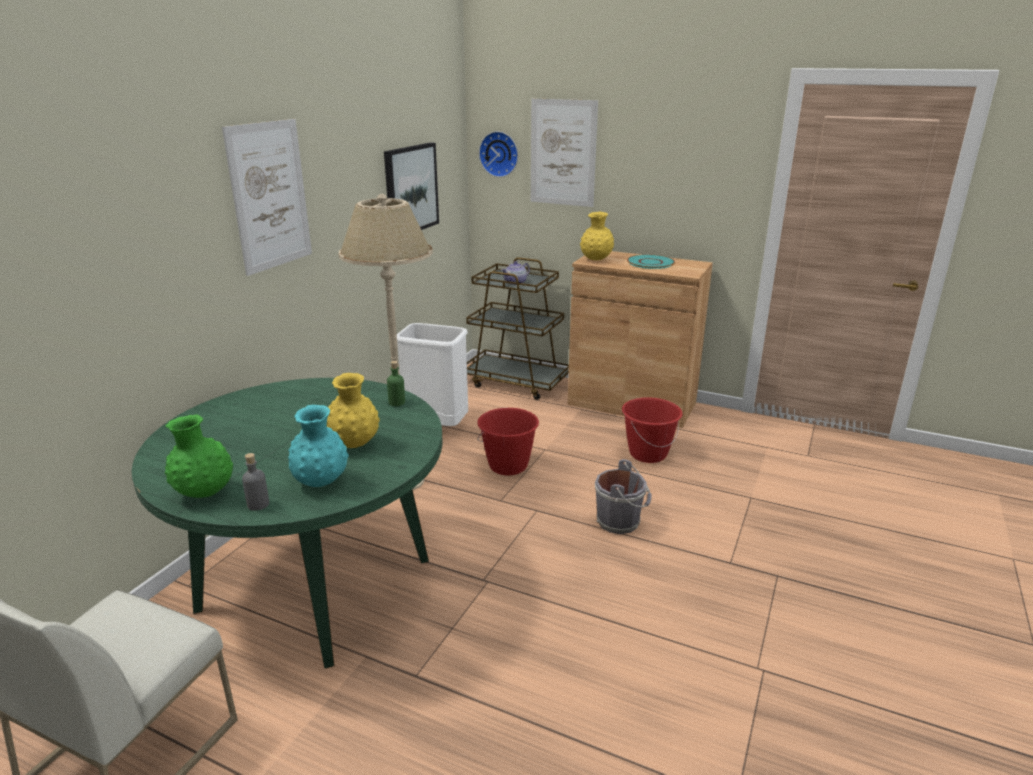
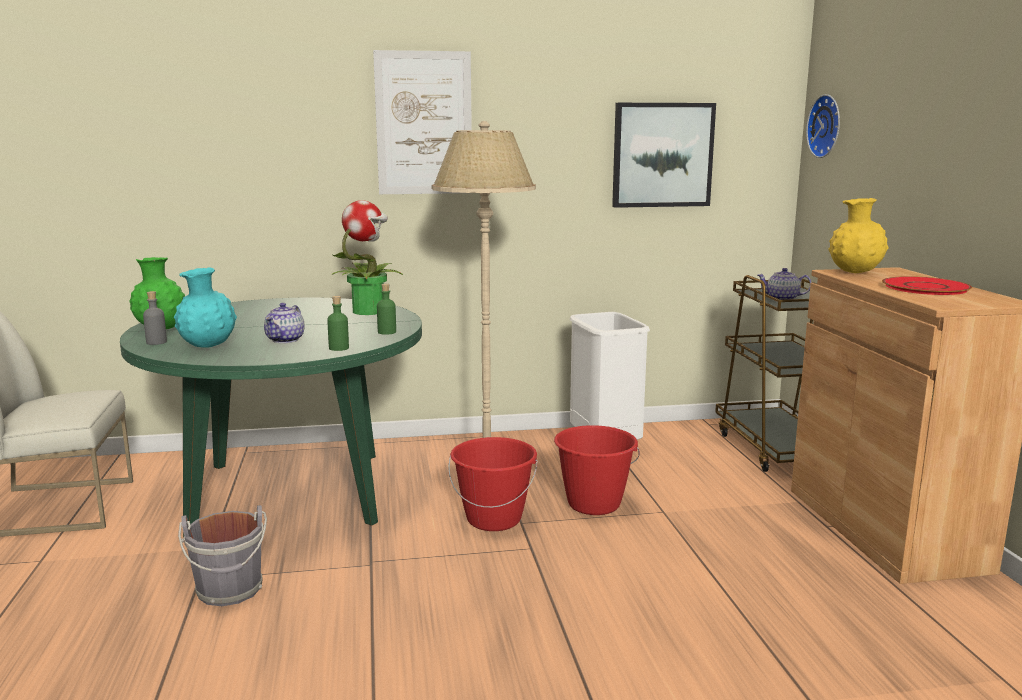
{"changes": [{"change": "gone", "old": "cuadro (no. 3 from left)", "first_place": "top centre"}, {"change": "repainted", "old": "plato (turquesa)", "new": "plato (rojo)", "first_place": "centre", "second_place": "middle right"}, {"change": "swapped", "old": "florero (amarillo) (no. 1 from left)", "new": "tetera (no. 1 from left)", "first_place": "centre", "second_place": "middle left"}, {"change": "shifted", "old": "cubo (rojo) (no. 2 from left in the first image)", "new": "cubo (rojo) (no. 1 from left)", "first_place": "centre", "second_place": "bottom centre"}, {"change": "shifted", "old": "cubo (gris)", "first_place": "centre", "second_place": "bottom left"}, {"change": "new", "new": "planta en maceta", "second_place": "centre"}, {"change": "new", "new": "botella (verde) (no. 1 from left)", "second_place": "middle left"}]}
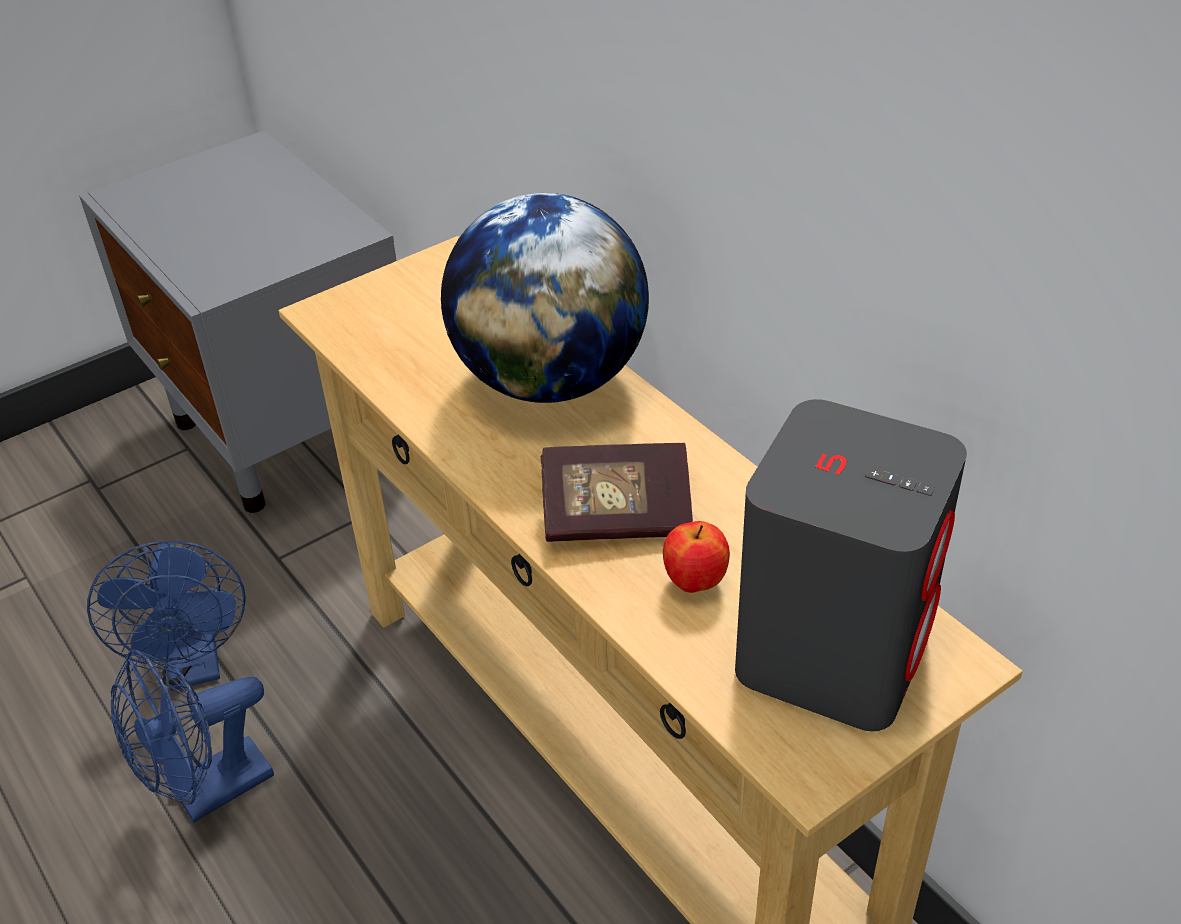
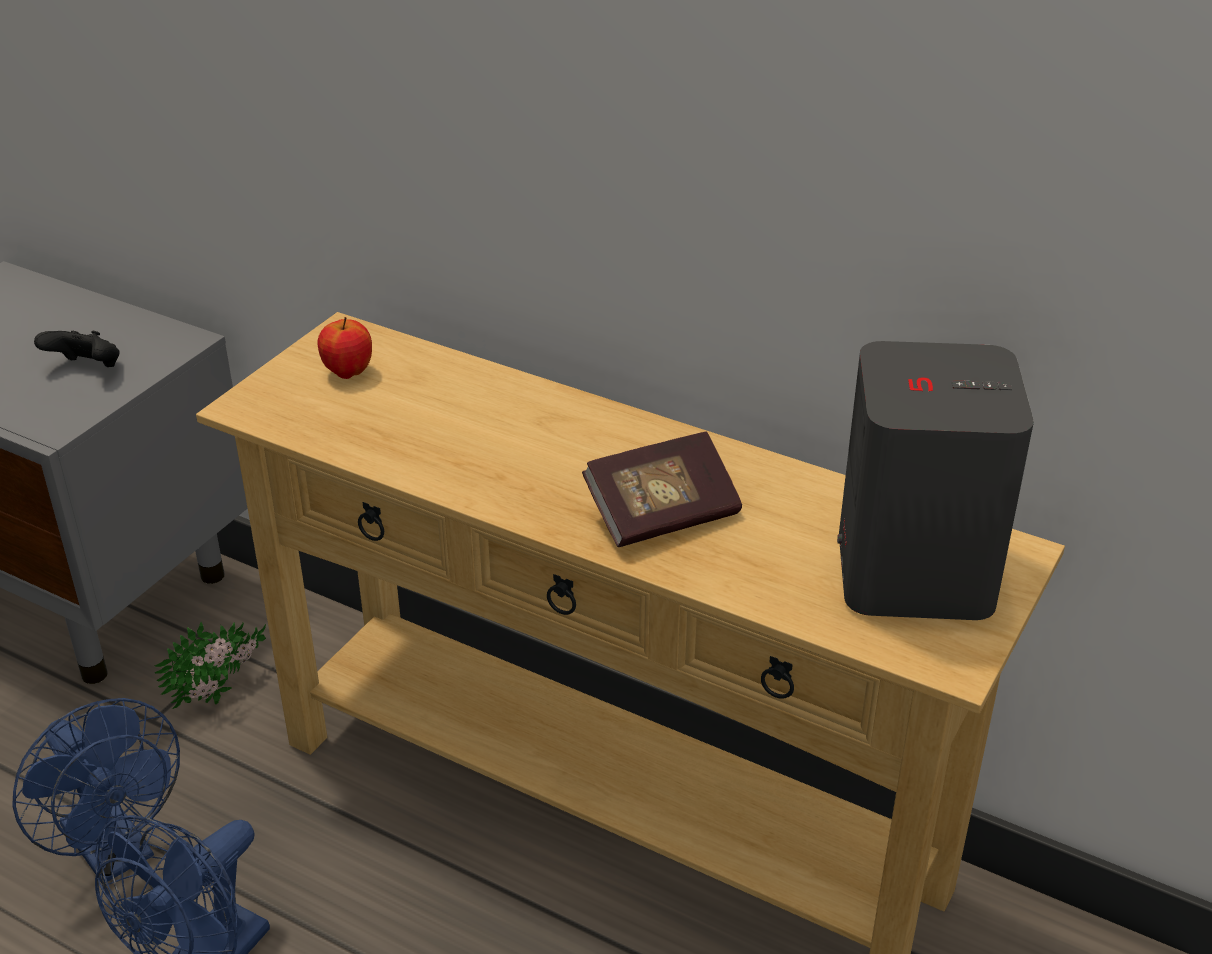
{"changes": [{"change": "gone", "old": "globo terráqueo", "first_place": "top centre"}, {"change": "shifted", "old": "manzana", "first_place": "centre", "second_place": "middle left"}, {"change": "new", "new": "mando de consola (negro)", "second_place": "middle left"}, {"change": "new", "new": "planta en maceta", "second_place": "bottom left"}]}
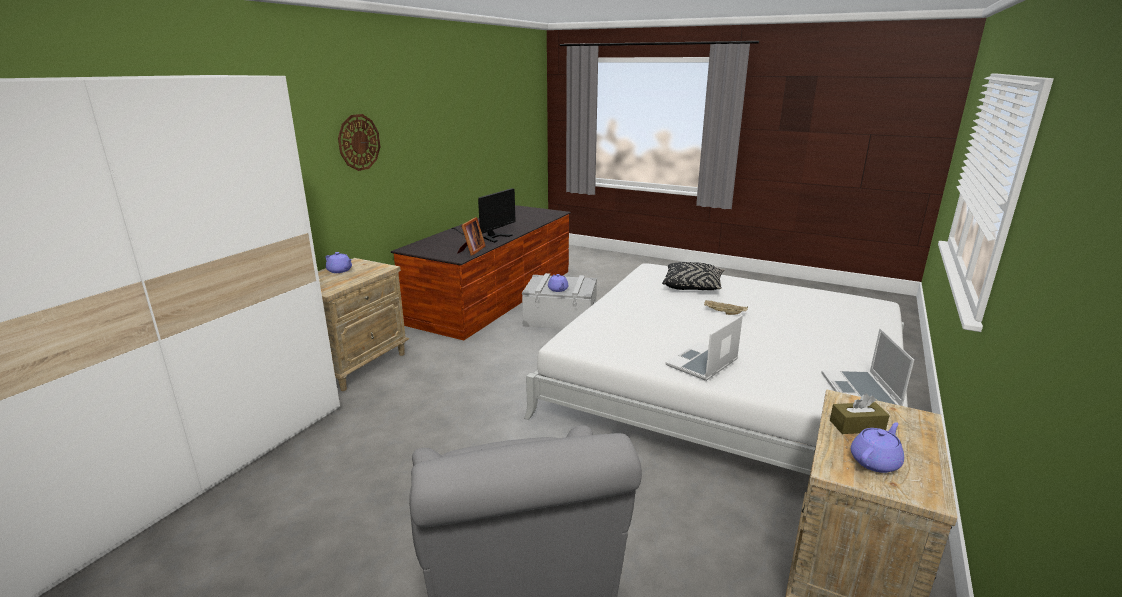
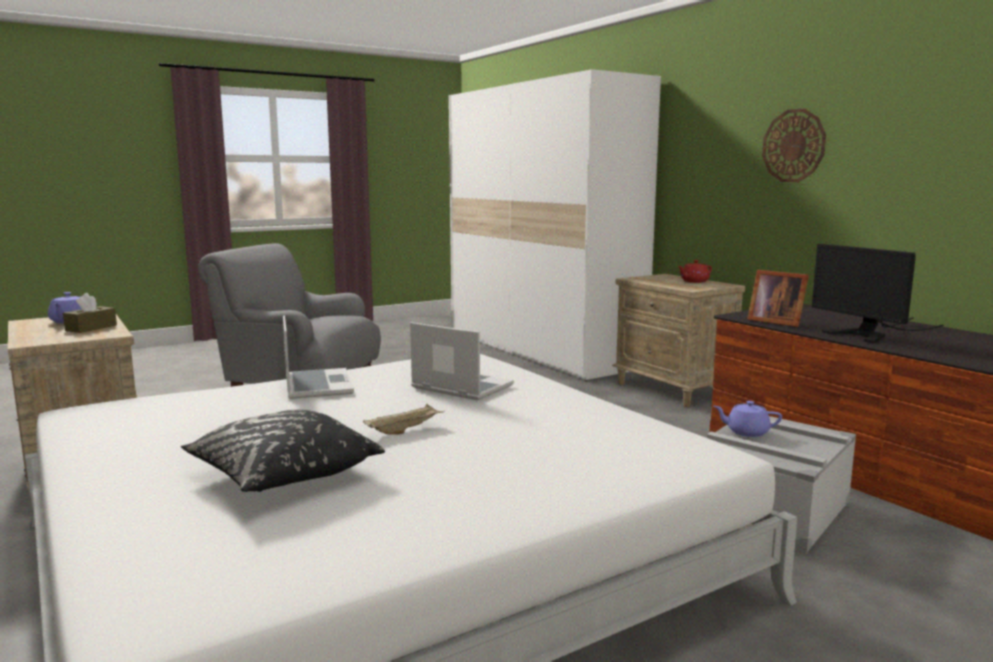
{"changes": [{"change": "repainted", "old": "tetera (morado) (no. 1 from left)", "new": "tetera (rojo)", "first_place": "middle left", "second_place": "middle right"}, {"change": "shifted", "old": "cojín (negro)", "first_place": "centre", "second_place": "bottom left"}, {"change": "shifted", "old": "portátil (no. 2 from left)", "first_place": "middle right", "second_place": "centre"}]}
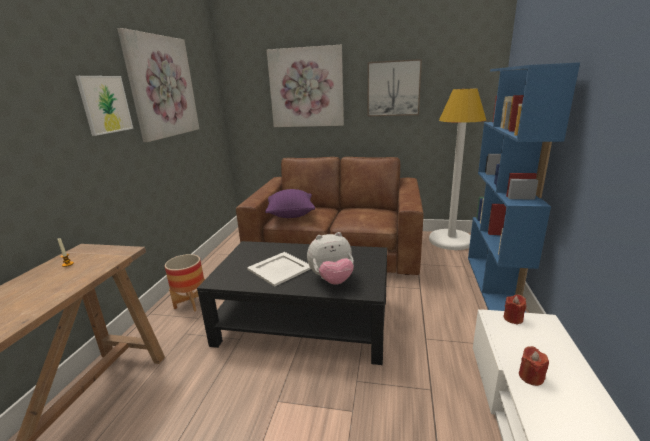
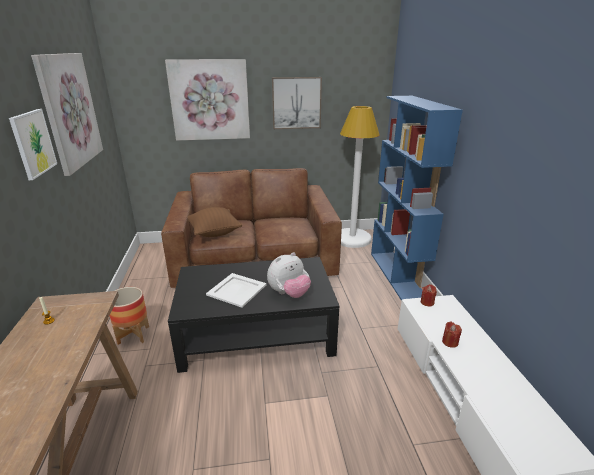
{"changes": [{"change": "repainted", "old": "cojín (morado)", "new": "cojín (marrón)", "first_place": "centre", "second_place": "centre"}]}
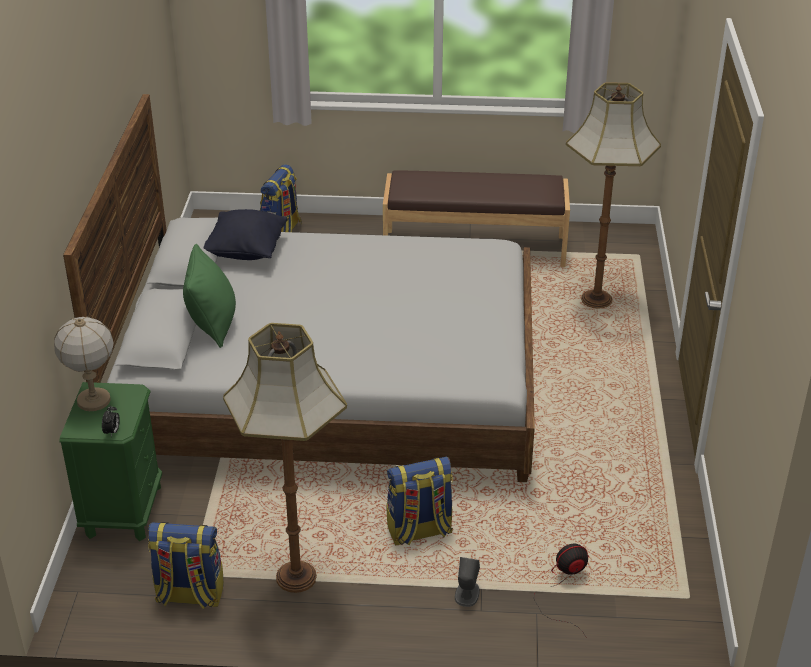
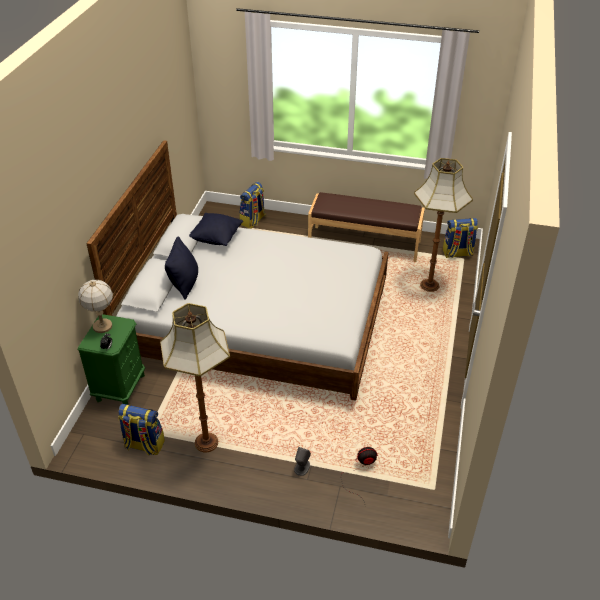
{"changes": [{"change": "repainted", "old": "cojín (verde)", "new": "cojín (negro) (no. 1 from left)", "first_place": "middle left", "second_place": "middle left"}, {"change": "shifted", "old": "mochila (no. 3 from left)", "first_place": "bottom centre", "second_place": "middle right"}]}
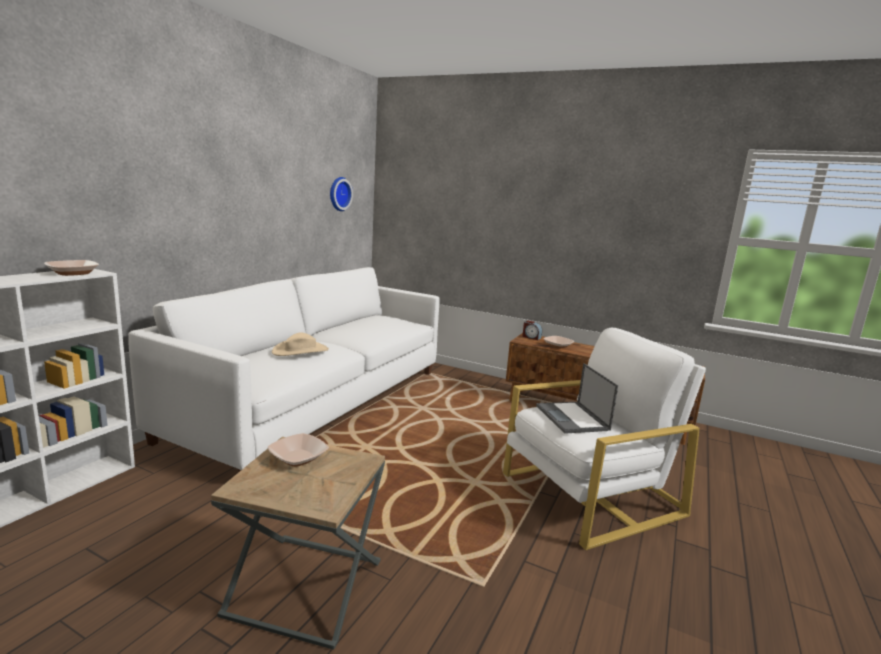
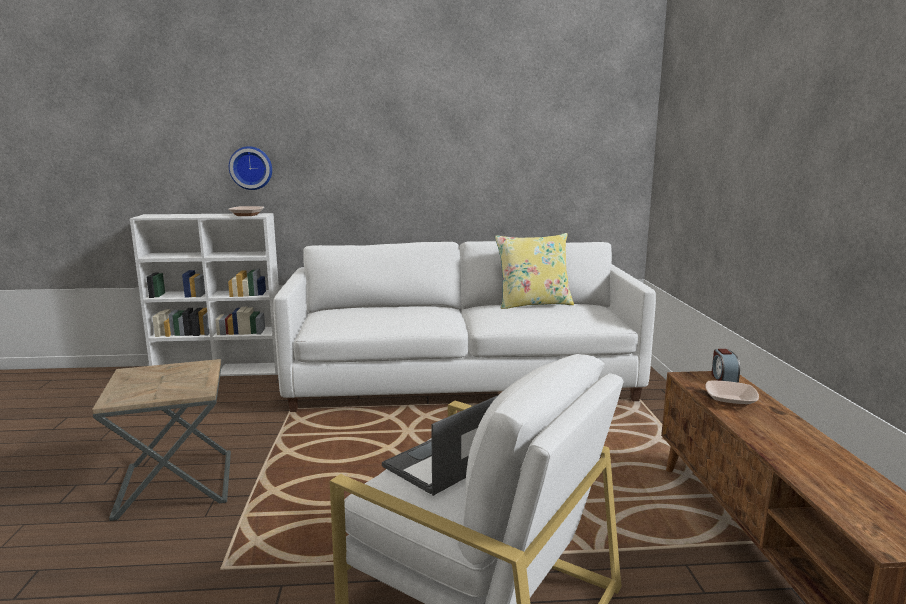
{"changes": [{"change": "shifted", "old": "reloj de pared", "first_place": "top centre", "second_place": "top left"}, {"change": "gone", "old": "sombrero (beis)", "first_place": "centre"}, {"change": "gone", "old": "cuenco (no. 2 from left)", "first_place": "bottom centre"}, {"change": "new", "new": "cojín (amarillo)", "second_place": "centre"}]}
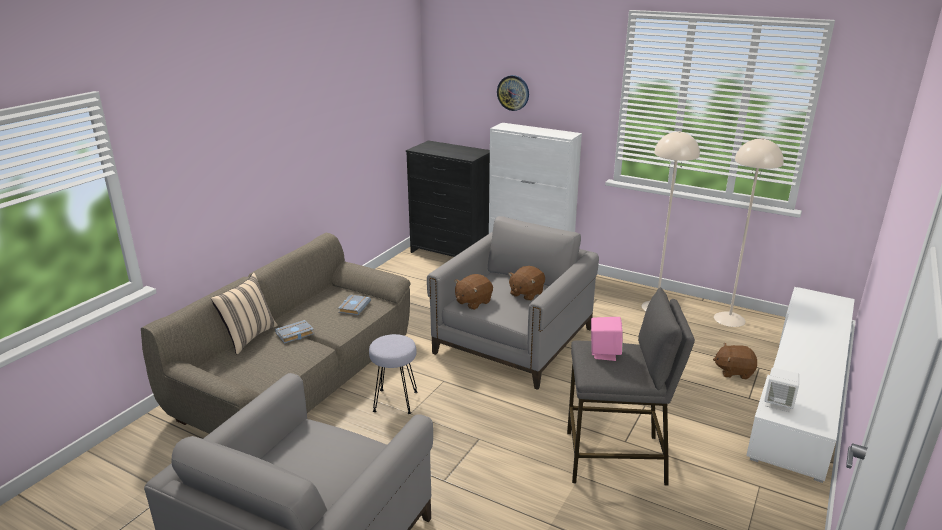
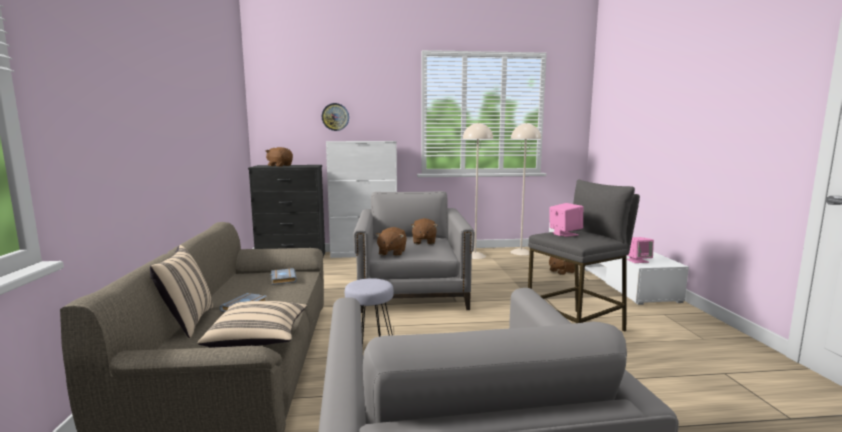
{"changes": [{"change": "repainted", "old": "altavoz (blanco)", "new": "altavoz (rosa) (no. 2 from left)", "first_place": "bottom right", "second_place": "middle right"}, {"change": "new", "new": "peluche (marrón) (no. 1 from left)", "second_place": "middle left"}, {"change": "new", "new": "cojín (beis) (no. 2 from left)", "second_place": "bottom left"}]}
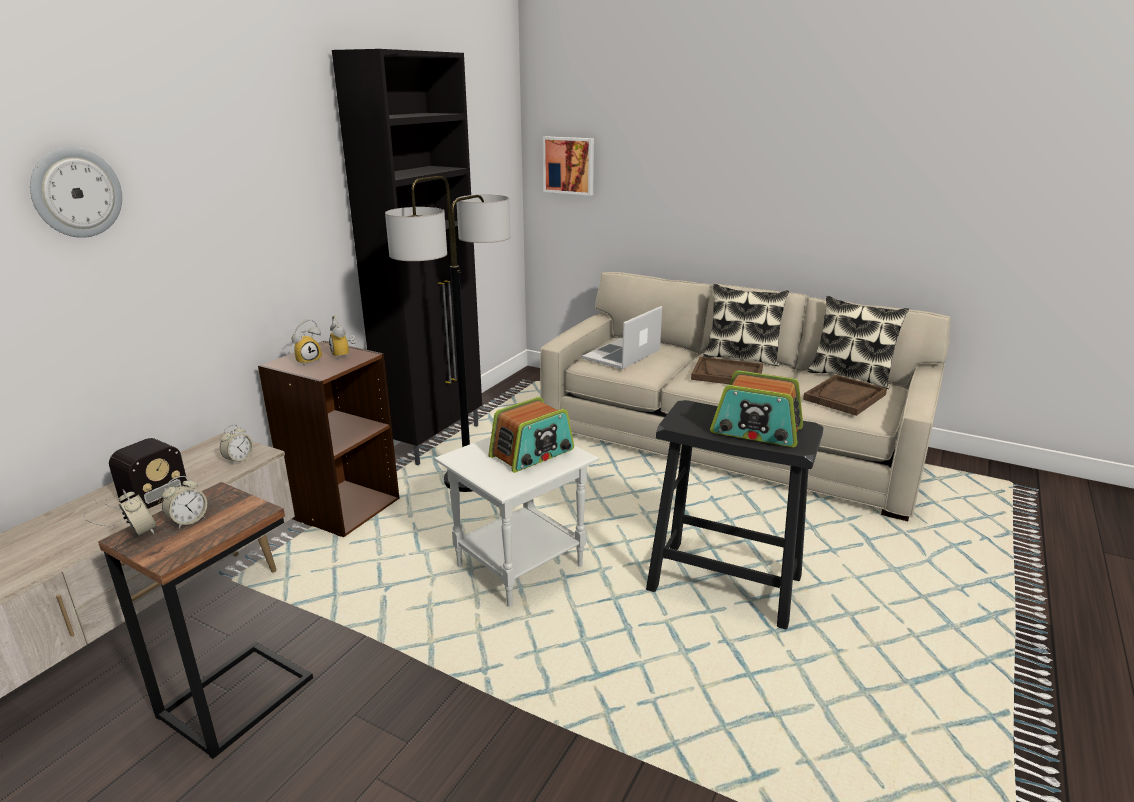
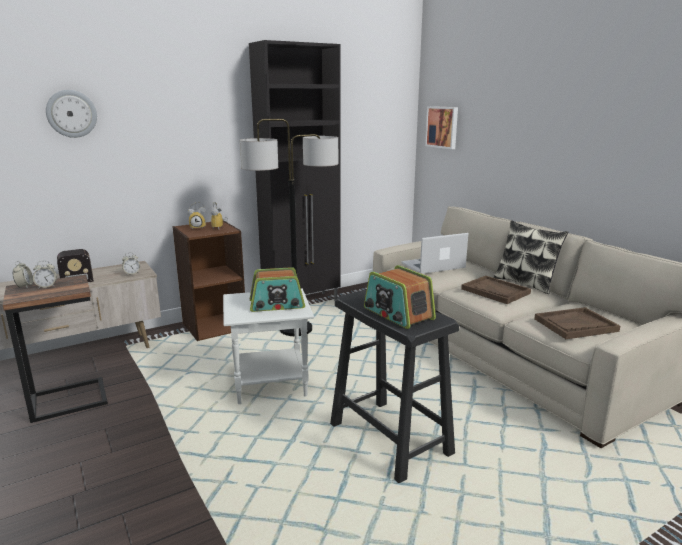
{"changes": [{"change": "gone", "old": "cojín (no. 2 from left)", "first_place": "middle right"}]}
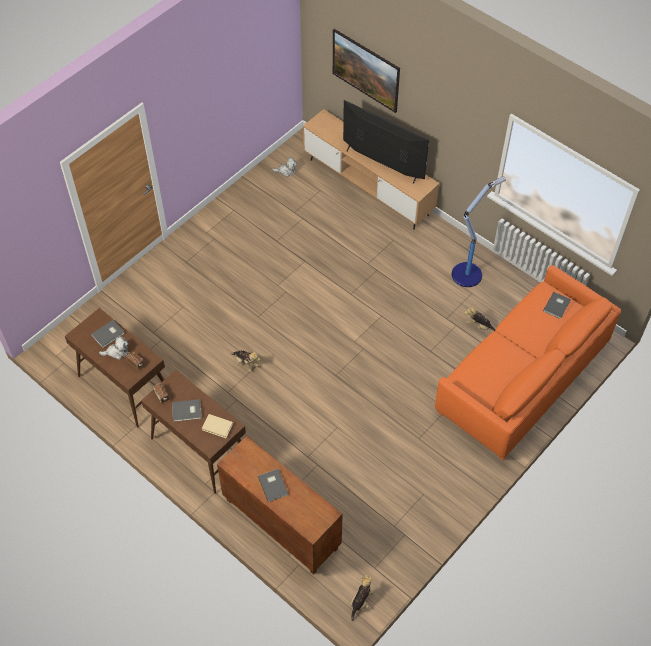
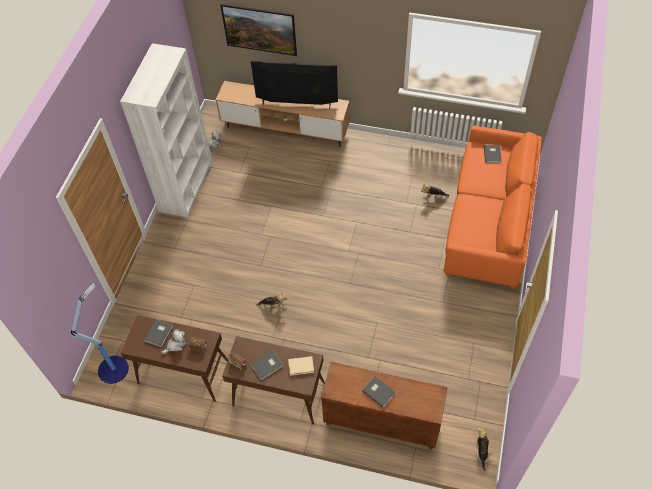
{"changes": [{"change": "shifted", "old": "lámpara de pie", "first_place": "middle right", "second_place": "bottom left"}, {"change": "new", "new": "estantería (blanco)", "second_place": "top left"}]}
